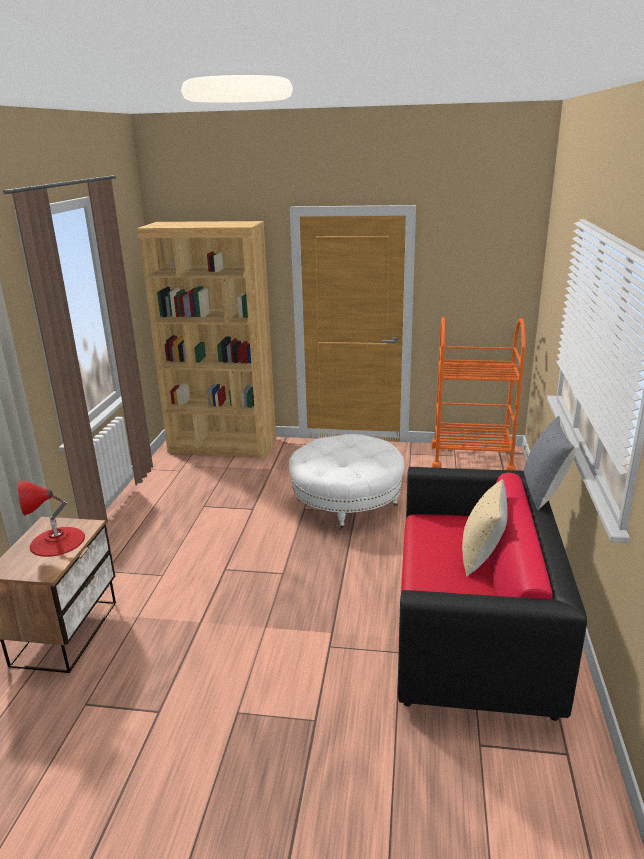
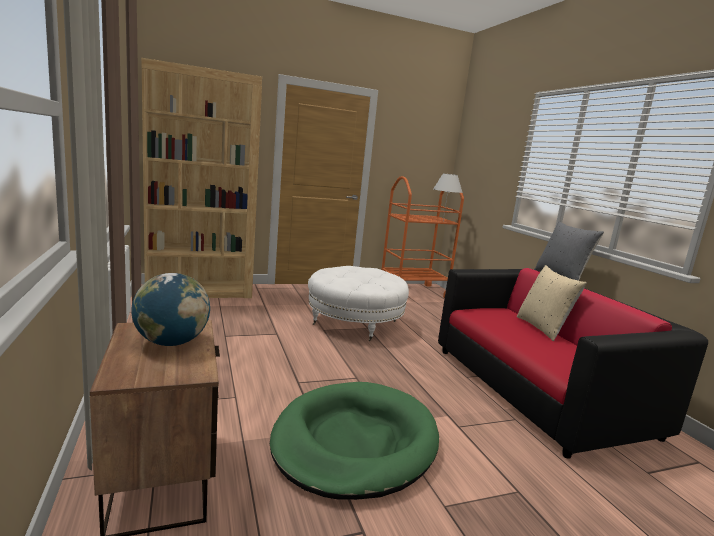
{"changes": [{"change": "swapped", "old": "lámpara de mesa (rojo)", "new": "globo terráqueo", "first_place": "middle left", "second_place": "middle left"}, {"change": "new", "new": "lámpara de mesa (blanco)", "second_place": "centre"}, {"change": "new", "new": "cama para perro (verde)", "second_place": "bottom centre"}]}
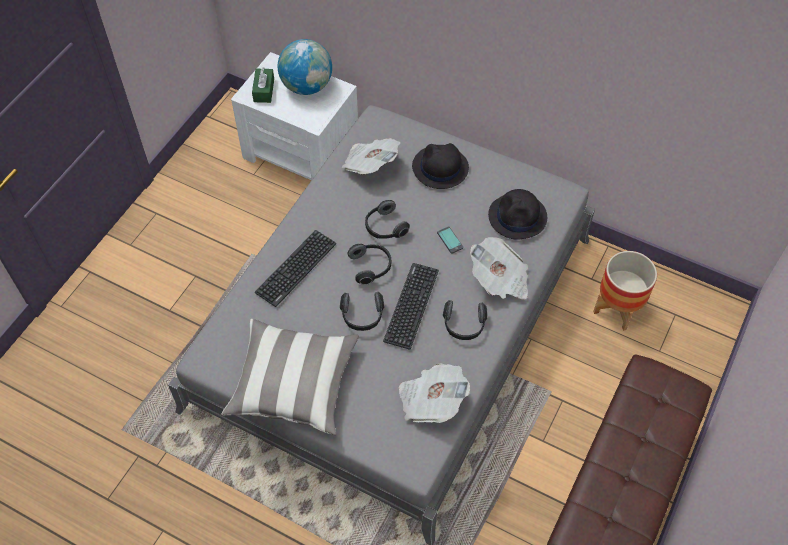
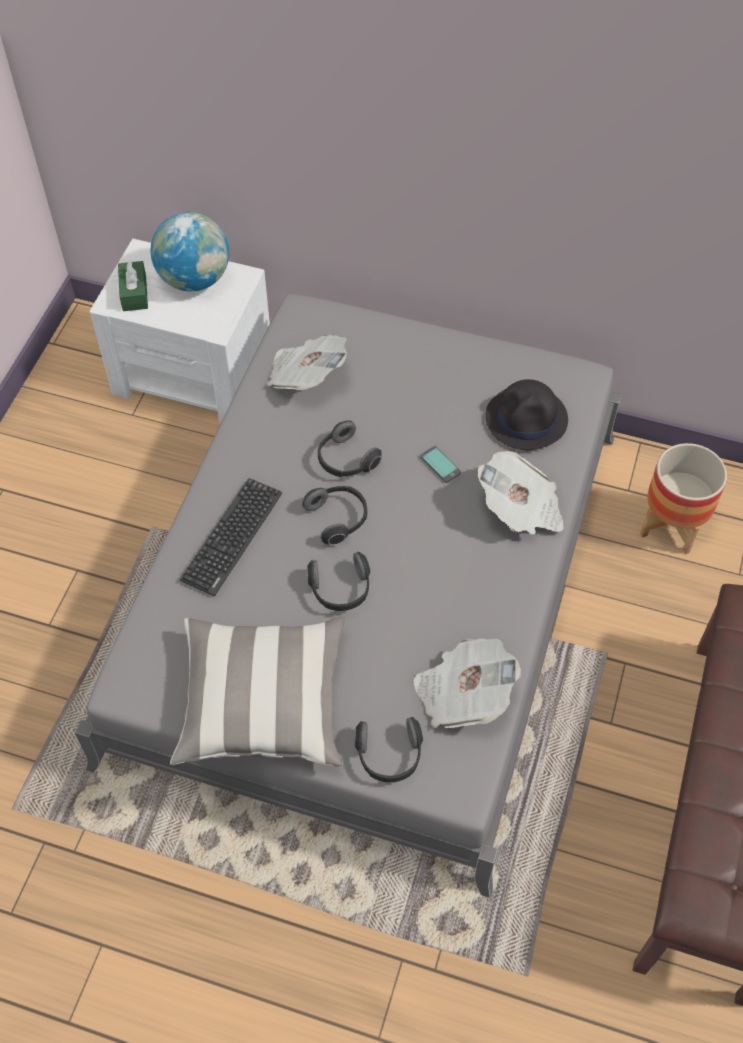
{"changes": [{"change": "gone", "old": "sombrero (negro) (no. 1 from left)", "first_place": "top centre"}, {"change": "gone", "old": "teclado (no. 2 from left)", "first_place": "centre"}, {"change": "shifted", "old": "auriculares (no. 4 from left)", "first_place": "centre", "second_place": "bottom centre"}]}
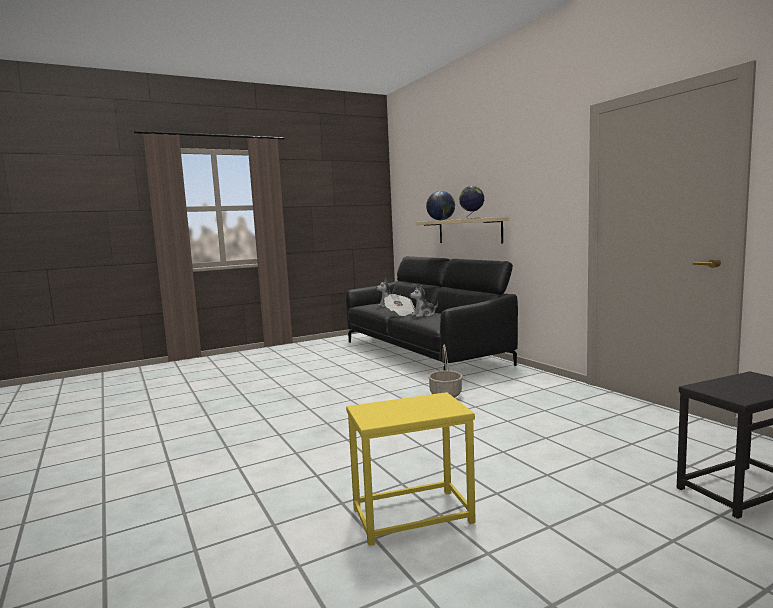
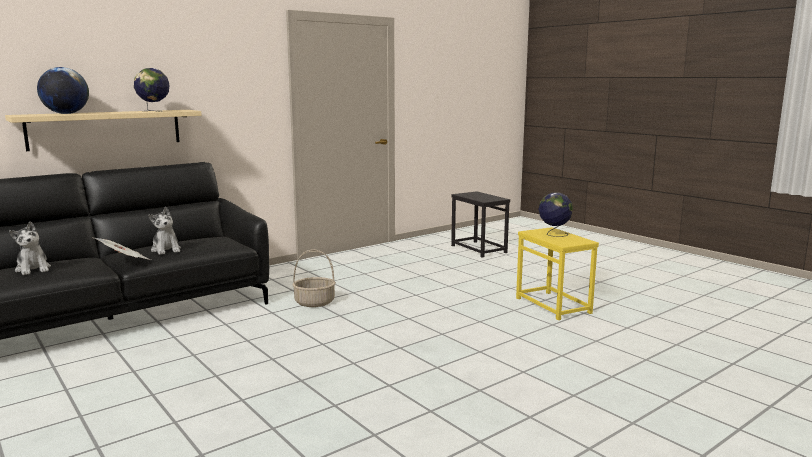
{"changes": [{"change": "new", "new": "globo terráqueo (no. 3 from left)", "second_place": "middle right"}]}
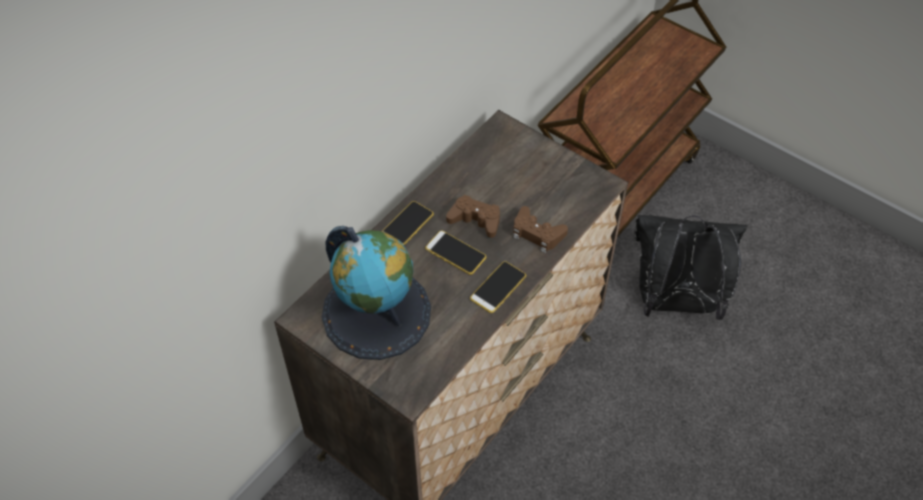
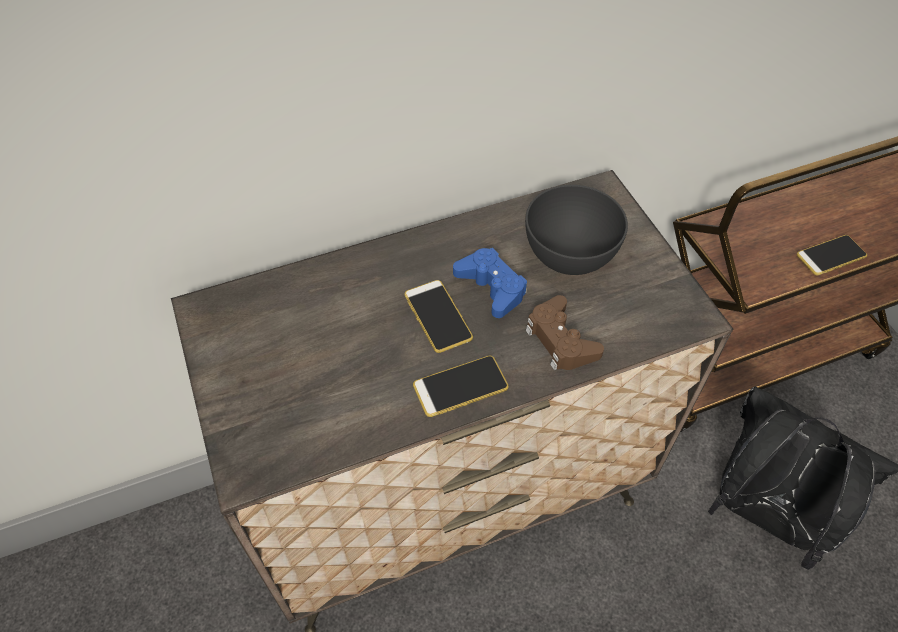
{"changes": [{"change": "repainted", "old": "mando de consola (marrón) (no. 1 from left)", "new": "mando de consola (azul)", "first_place": "centre", "second_place": "centre"}, {"change": "shifted", "old": "móvil (no. 1 from left in the first image)", "new": "móvil (no. 3 from left)", "first_place": "centre", "second_place": "middle right"}, {"change": "gone", "old": "globo terráqueo", "first_place": "centre"}, {"change": "new", "new": "cuenco (gris)", "second_place": "centre"}]}
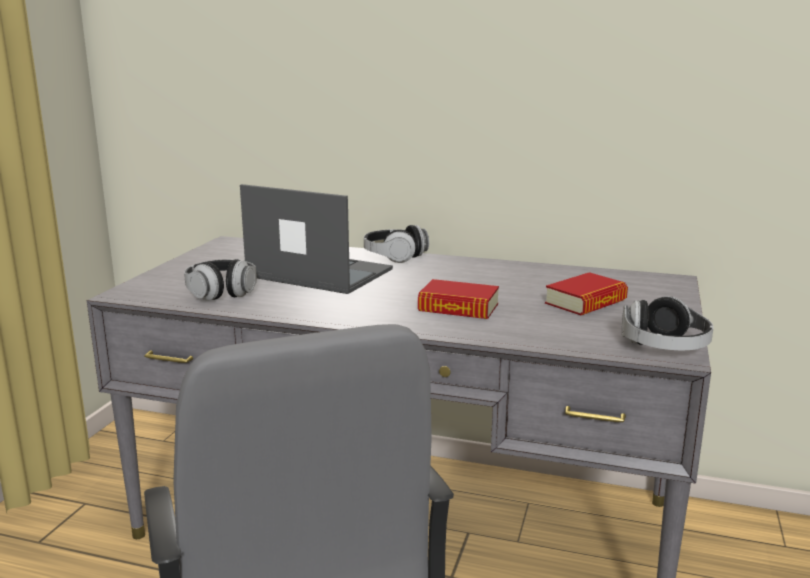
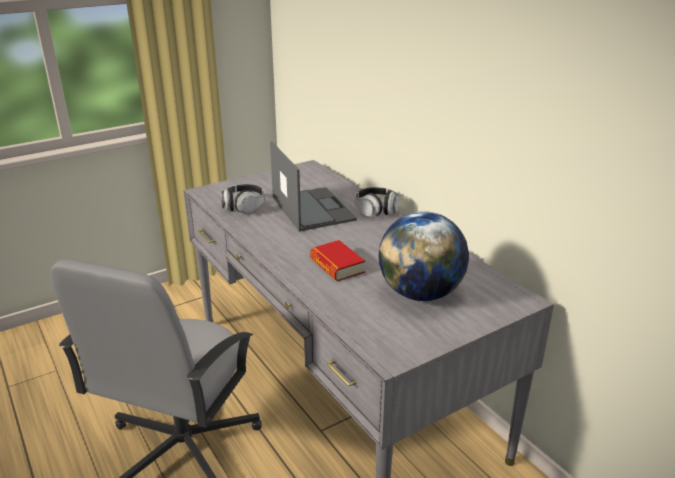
{"changes": [{"change": "swapped", "old": "libro (no. 2 from left)", "new": "globo terráqueo", "first_place": "middle right", "second_place": "centre"}, {"change": "gone", "old": "auriculares (no. 3 from left)", "first_place": "middle right"}]}
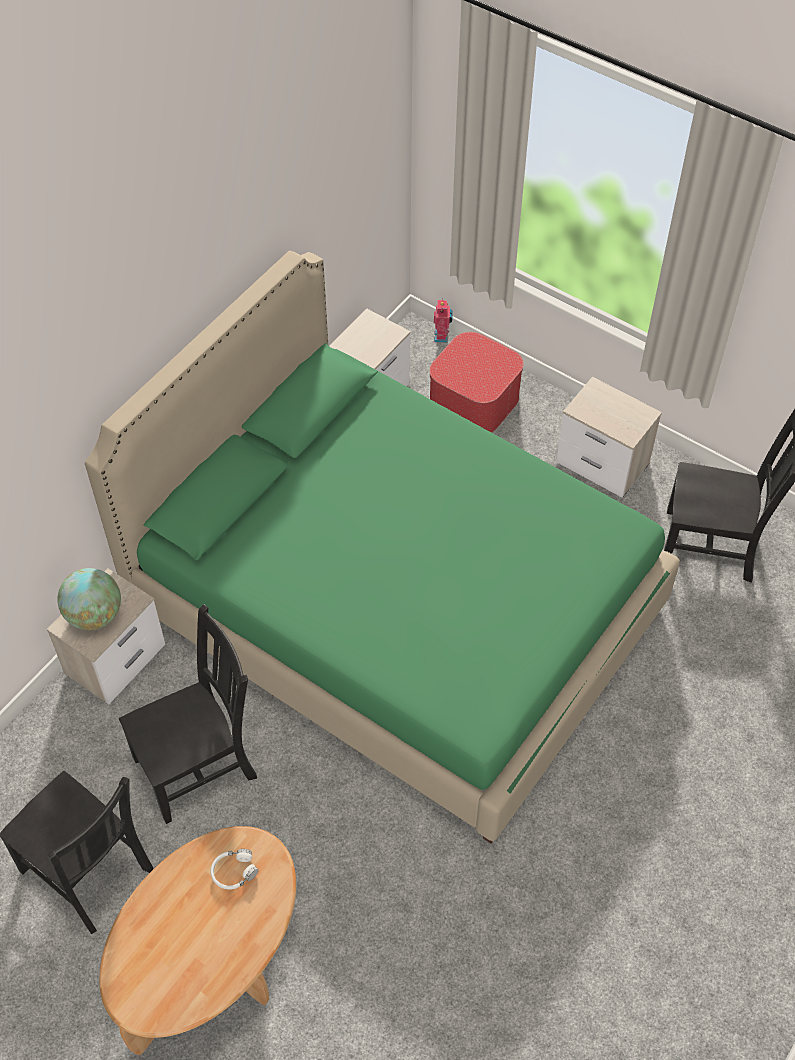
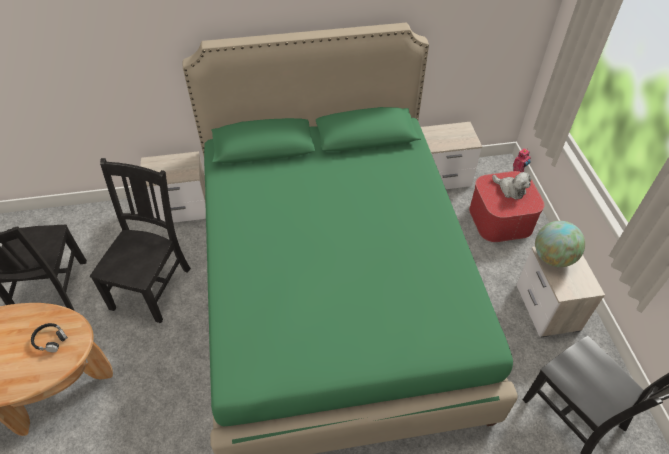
{"changes": [{"change": "shifted", "old": "globo terráqueo", "first_place": "middle left", "second_place": "middle right"}, {"change": "rotated", "old": "silla (negro) (no. 2 from left)", "first_place": "bottom left", "second_place": "middle left", "degrees": -90}, {"change": "repainted", "old": "auriculares (blanco)", "new": "auriculares (negro)", "first_place": "bottom left", "second_place": "bottom left"}, {"change": "new", "new": "peluche", "second_place": "middle right"}]}
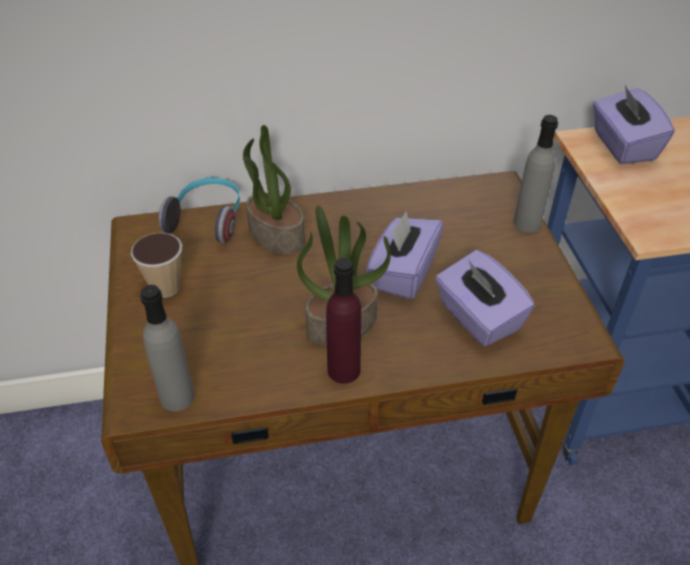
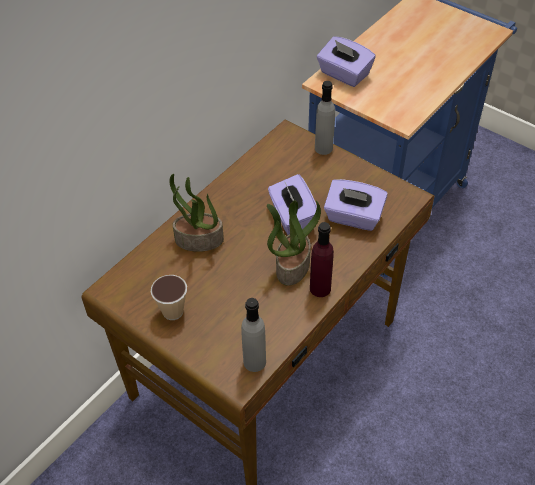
{"changes": [{"change": "gone", "old": "auriculares", "first_place": "middle left"}]}
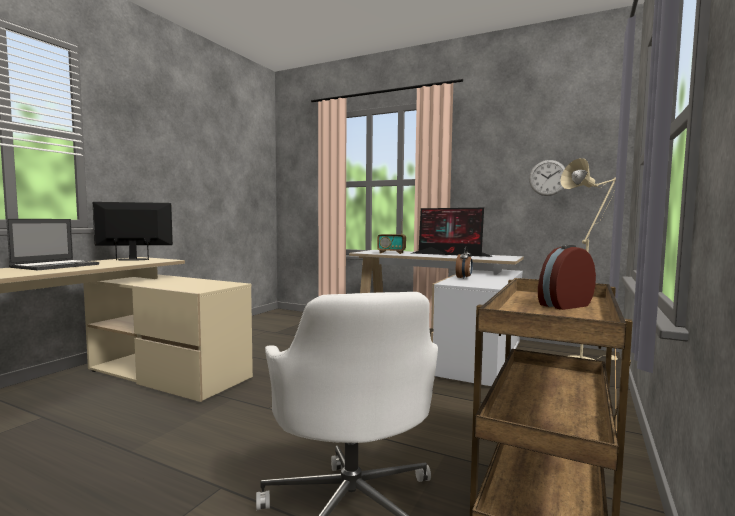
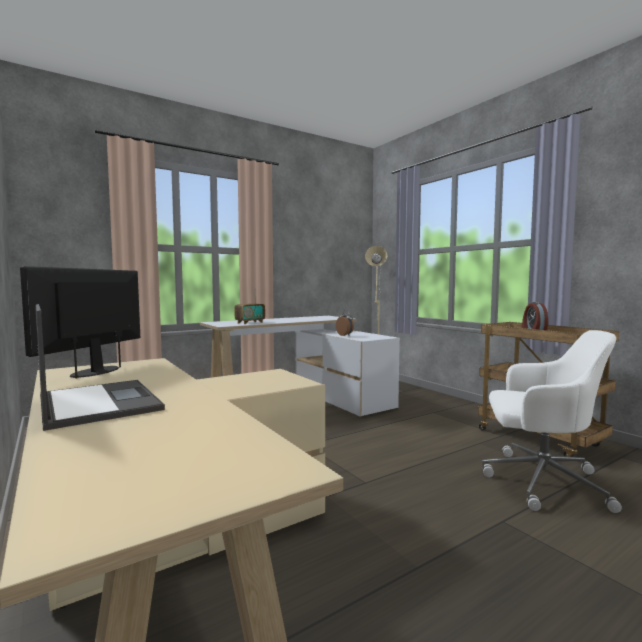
{"changes": [{"change": "gone", "old": "reloj de pared", "first_place": "middle right"}, {"change": "gone", "old": "monitor (no. 2 from left)", "first_place": "centre"}]}
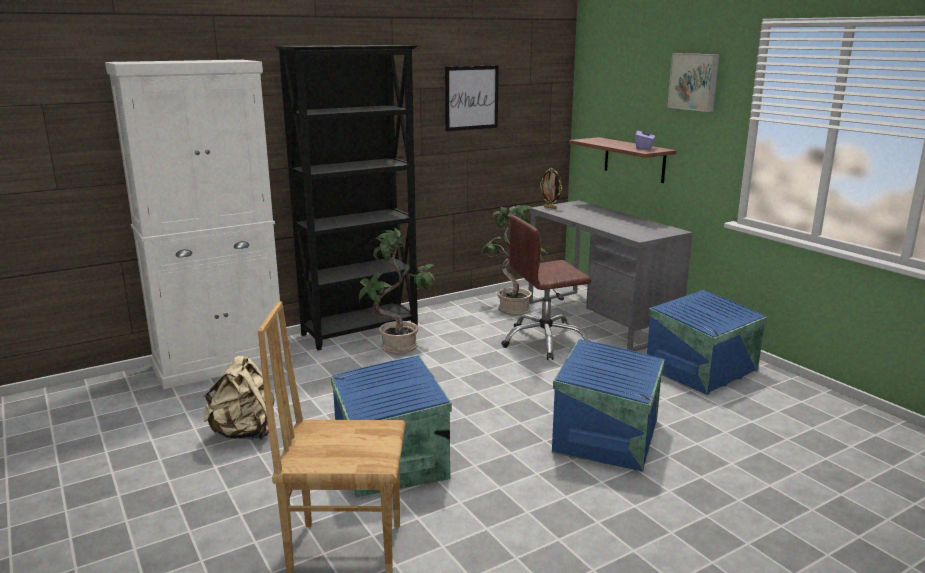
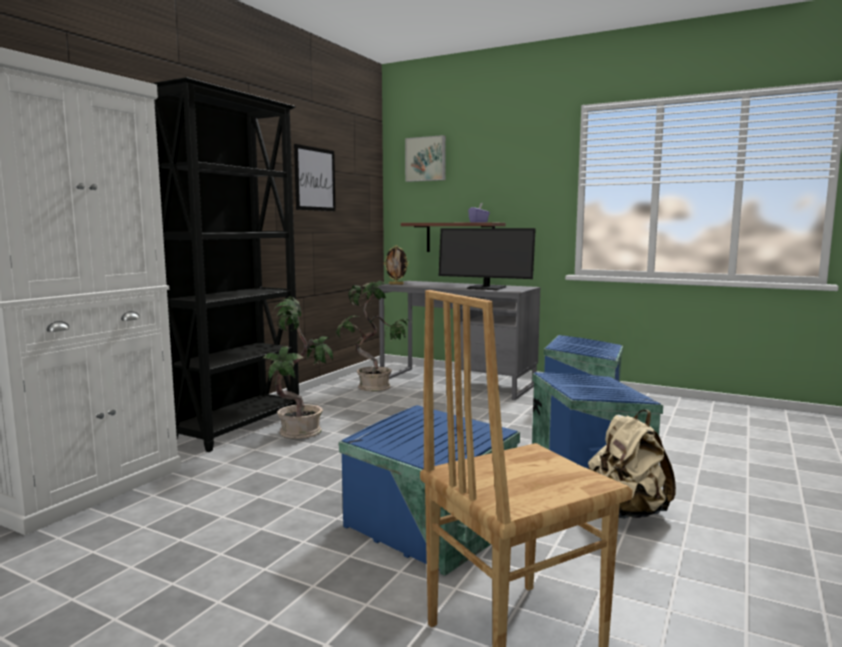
{"changes": [{"change": "shifted", "old": "cuadro (no. 2 from left)", "first_place": "top right", "second_place": "top centre"}, {"change": "gone", "old": "silla de oficina (marrón)", "first_place": "centre"}, {"change": "shifted", "old": "mochila (beis)", "first_place": "bottom left", "second_place": "bottom right"}, {"change": "new", "new": "monitor", "second_place": "centre"}]}
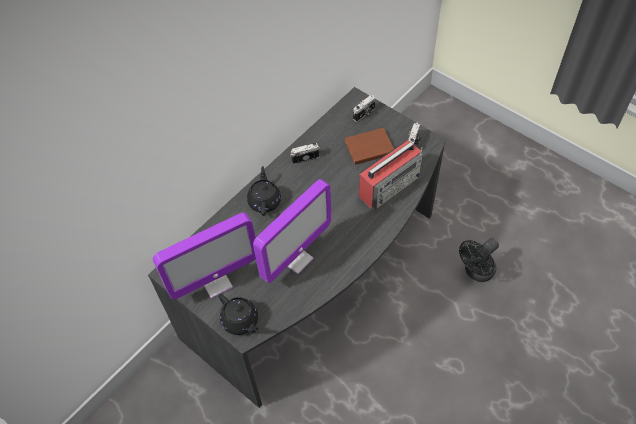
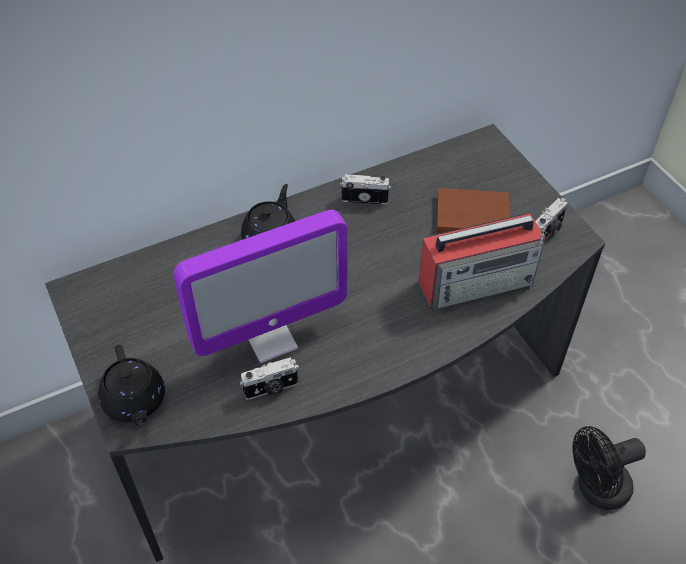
{"changes": [{"change": "shifted", "old": "cámara (no. 2 from left in the first image)", "new": "cámara (no. 1 from left)", "first_place": "top centre", "second_place": "bottom centre"}, {"change": "gone", "old": "monitor (no. 1 from left)", "first_place": "middle left"}]}
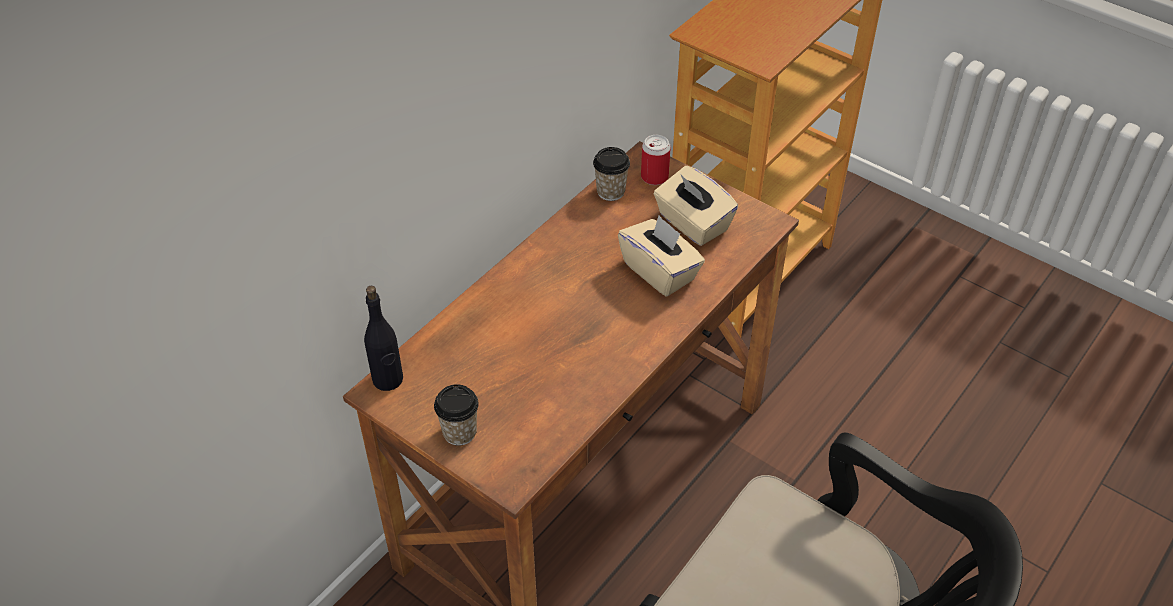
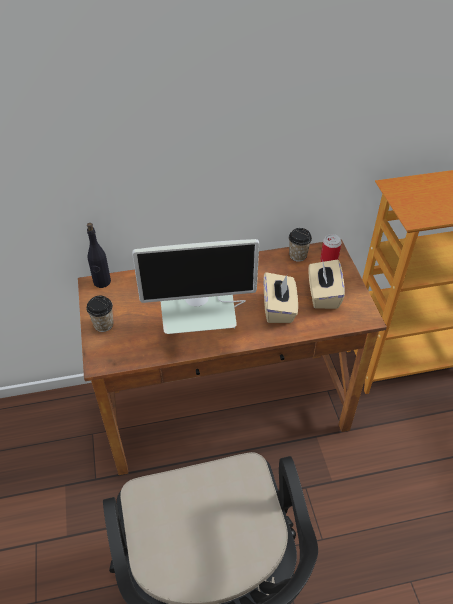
{"changes": [{"change": "new", "new": "monitor", "second_place": "centre"}]}
